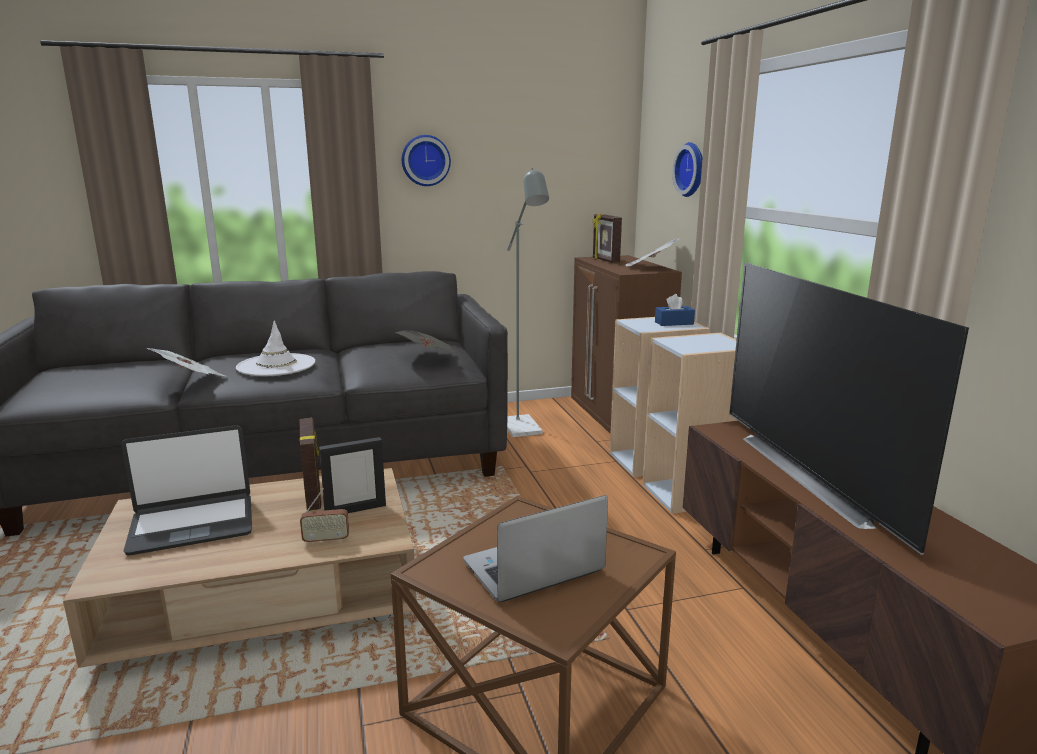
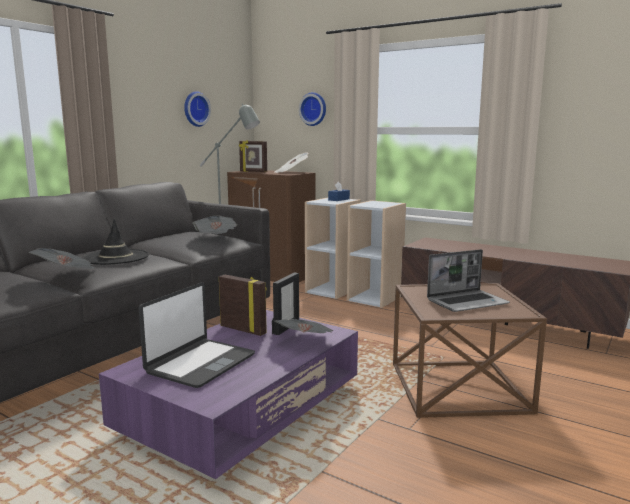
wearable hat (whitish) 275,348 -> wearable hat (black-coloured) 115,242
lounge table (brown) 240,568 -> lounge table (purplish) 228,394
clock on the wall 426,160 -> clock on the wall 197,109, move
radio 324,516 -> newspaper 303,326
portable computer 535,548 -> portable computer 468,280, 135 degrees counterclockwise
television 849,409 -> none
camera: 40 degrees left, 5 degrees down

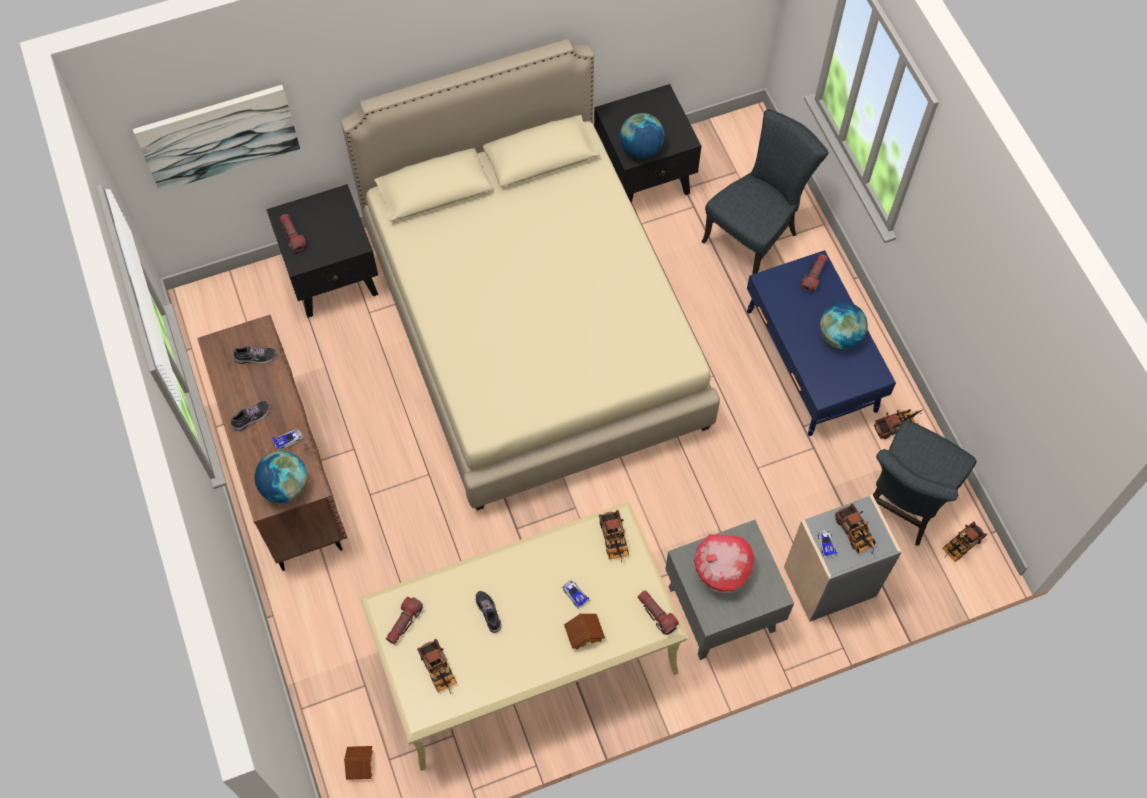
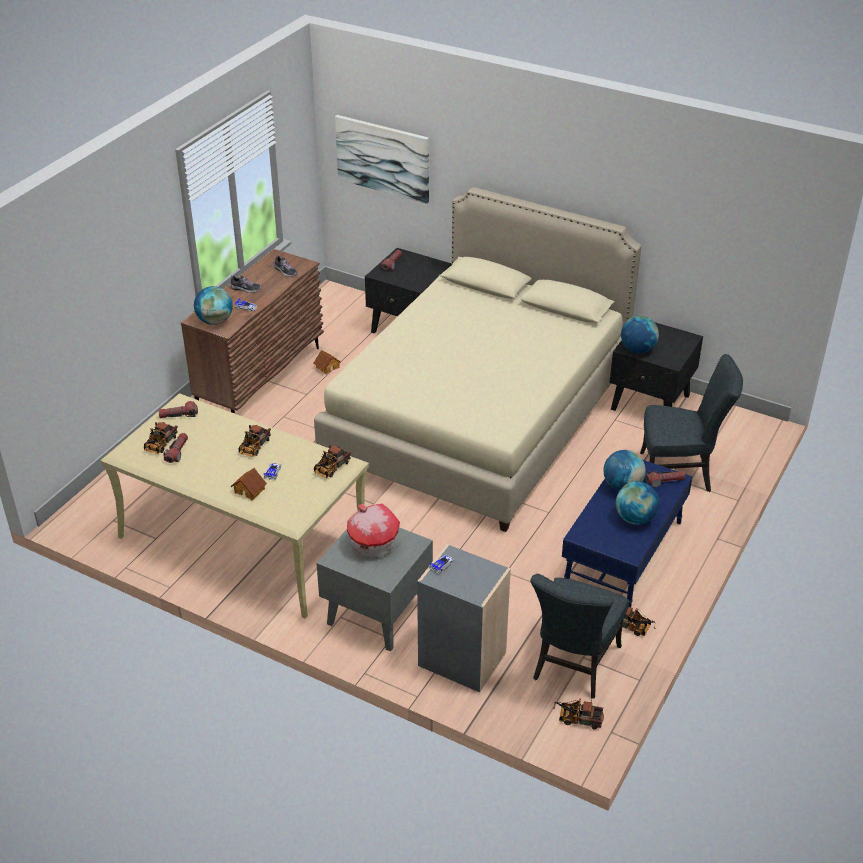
flashlight 658,612 -> flashlight 175,448, move
model truck 855,528 -> model truck 255,441, move
toy house 358,763 -> toy house 327,362, move
plain chair (greyish) 925,482 -> plain chair (greyish) 579,636, 60 degrees counterclockwise
none -> world globe 624,470
shoe 489,612 -> none
camera: 50 degrees right, 25 degrees down

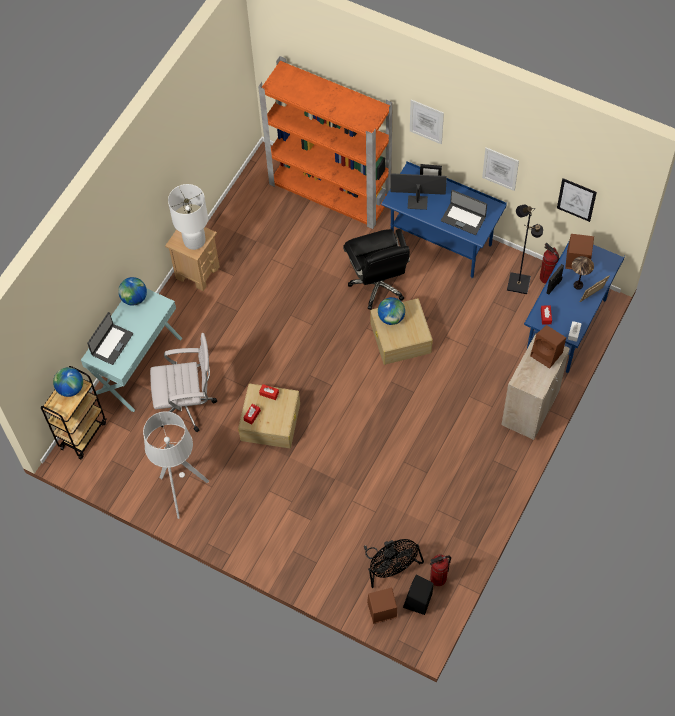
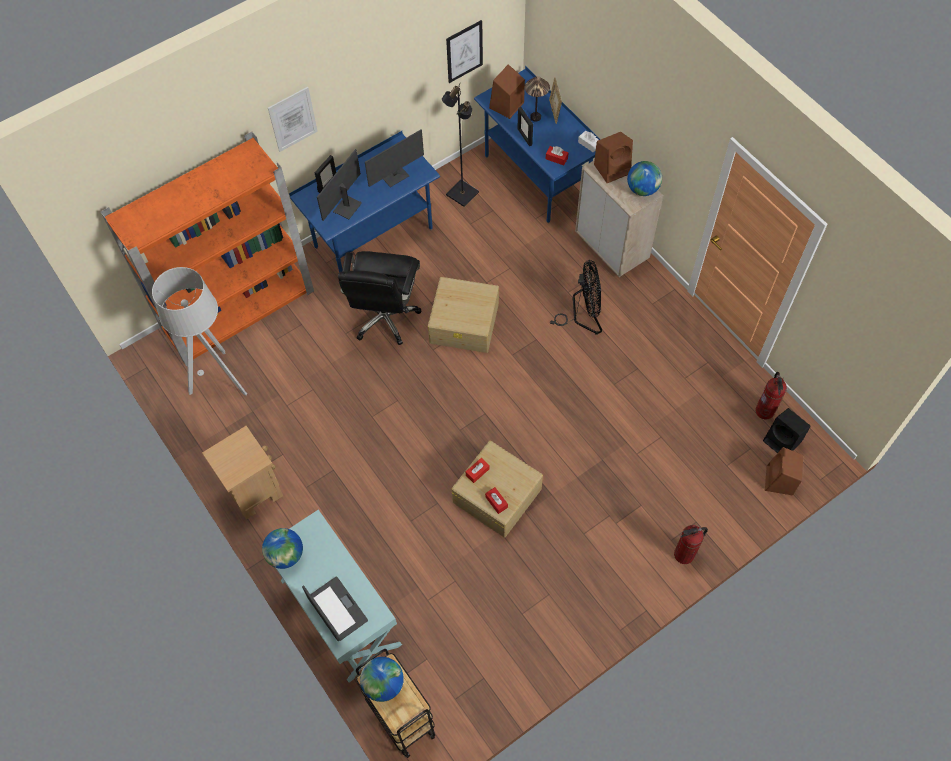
standing lamp (greyish) 176,465 -> standing lamp (greyish) 199,331, move
office chair (black-coloured) 376,269 -> office chair (black-coloured) 380,298, 90 degrees clockwise
portable computer 464,212 -> computer display 394,158
electric fan (black-coloured) 394,563 -> electric fan (black-coloured) 575,297, move
world globe 391,311 -> world globe 644,178, move
fire extinguisher 549,263 -> fire extinguisher 691,544, move
office chair (whitish) 183,382 -> none
tabletop lamp (whitish) 188,217 -> none
picture 500,169 -> none
camera: 65 degrees left, 0 degrees up

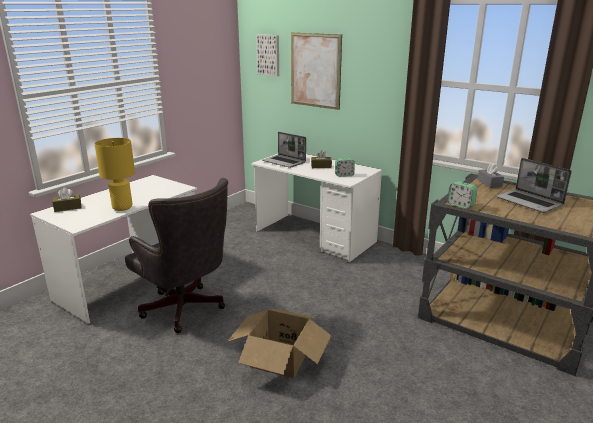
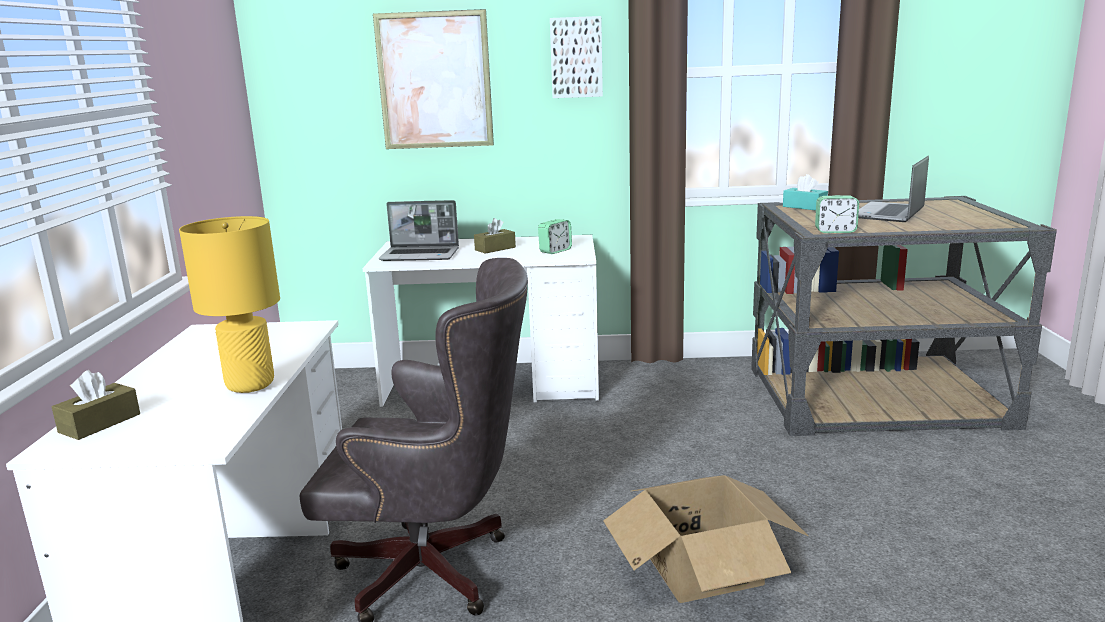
picture 267,55 -> picture 576,57, move
tissue holder (greyish) 490,175 -> tissue holder (turquoise) 805,192
portable computer 534,185 -> portable computer 893,189, 105 degrees clockwise
camera: 35 degrees left, 5 degrees down

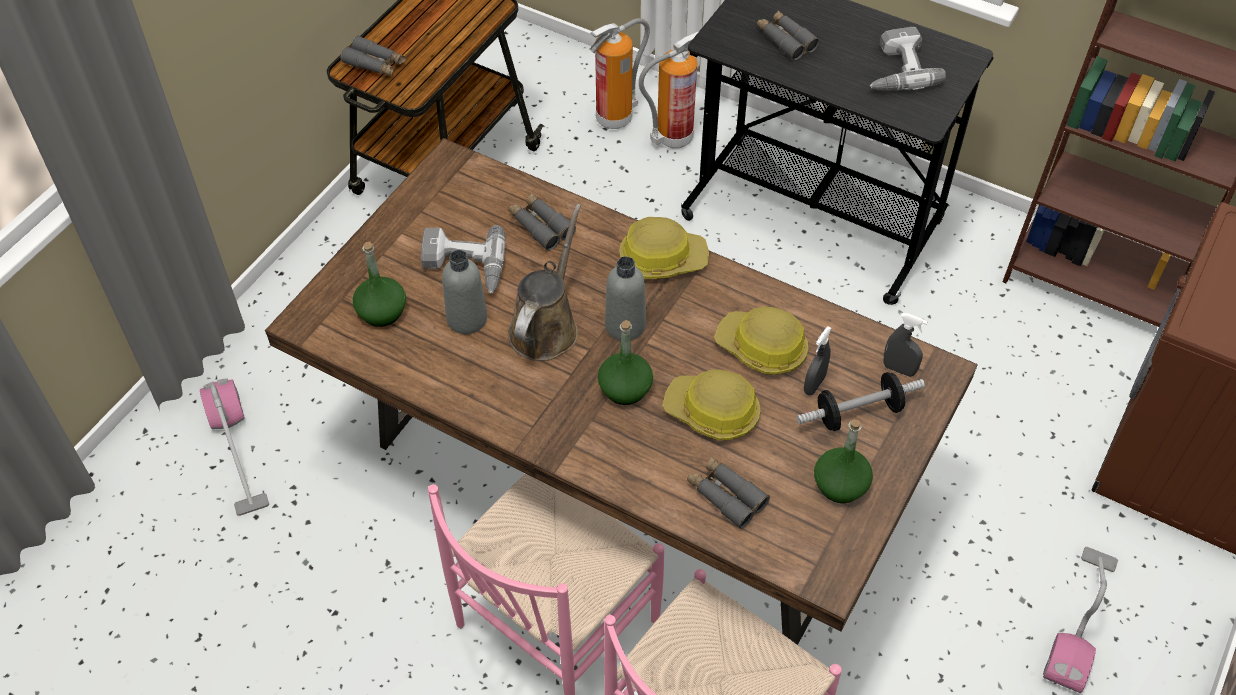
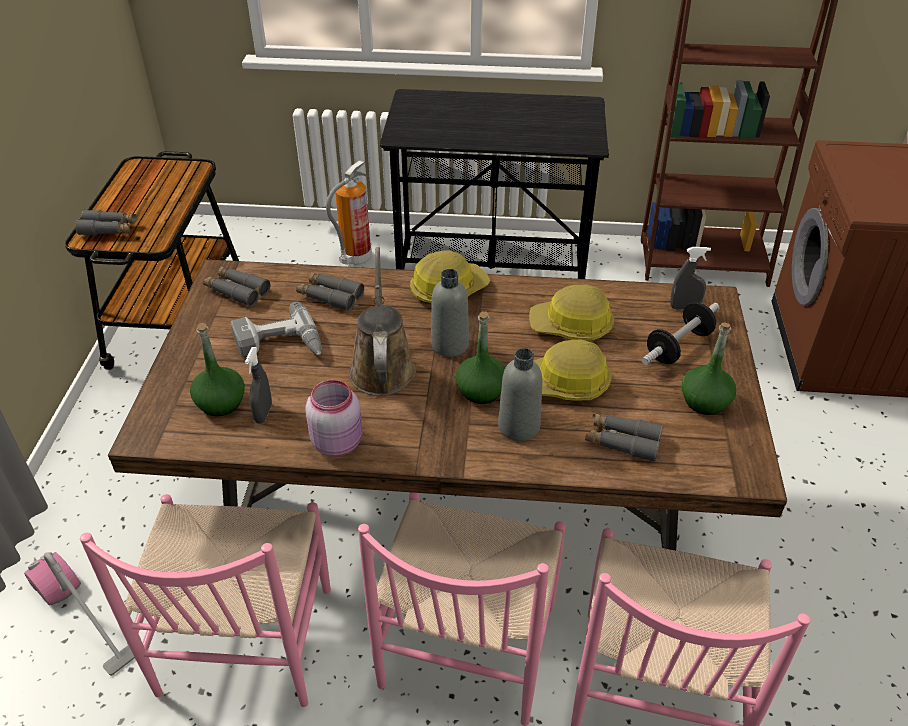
none -> plain chair (pink-coloured) 205,600
pair of binoculars (greyish) 788,35 -> pair of binoculars (greyish) 236,286, move
hand sprayer (greyish) 818,361 -> hand sprayer (greyish) 258,385, move
none -> jar (pink-coloured) 334,418
drink bottle (greyish) 464,292 -> drink bottle (greyish) 520,394, move
fire extinguisher 620,73 -> none
electric drill 907,58 -> none
hoover 1080,620 -> none
camera: 25 degrees left, 10 degrees down

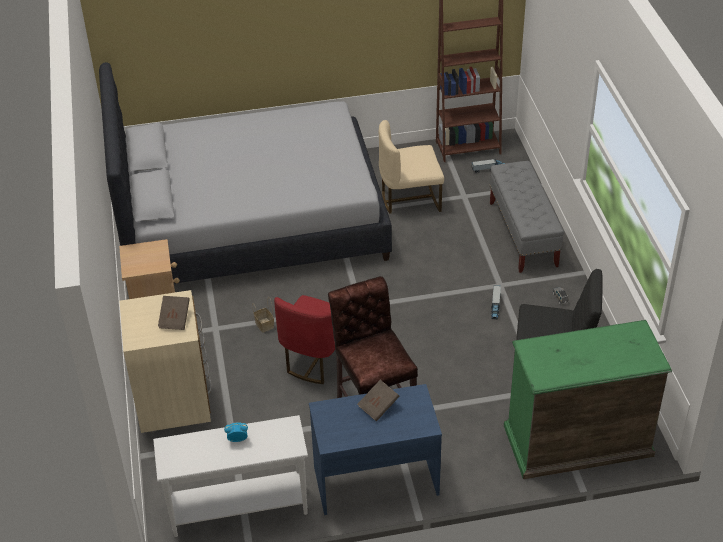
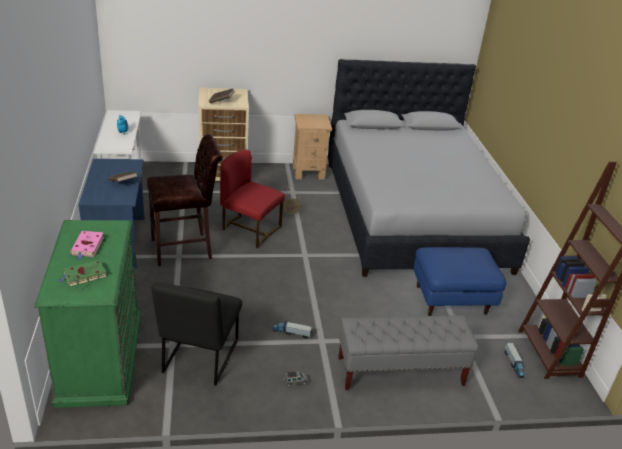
none -> book (green-coloured) 82,273
none -> book (pink-coloured) 87,245
plain chair (beige-coloured) 411,167 -> pouffe (bluish) 460,281
camera: 90 degrees right, 10 degrees down

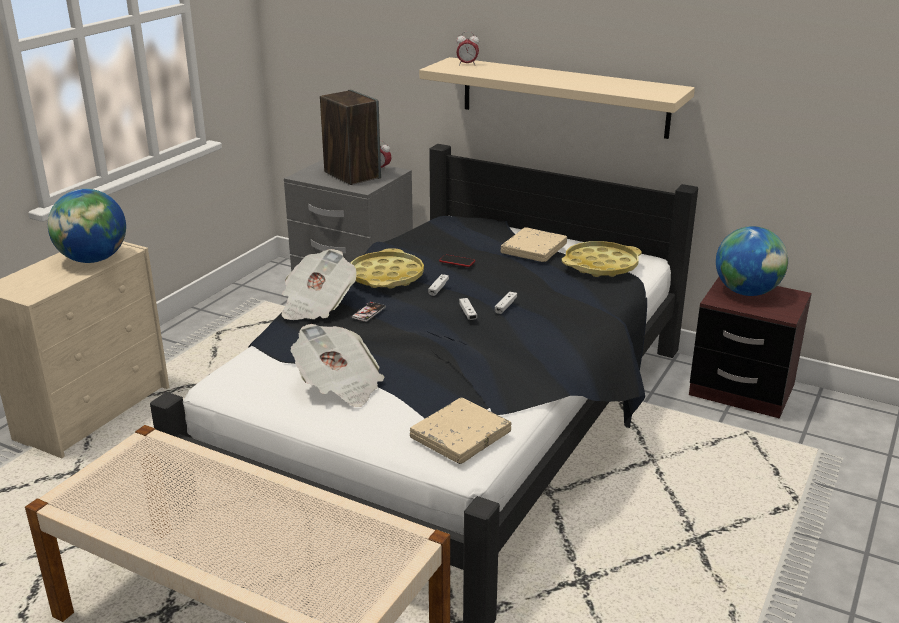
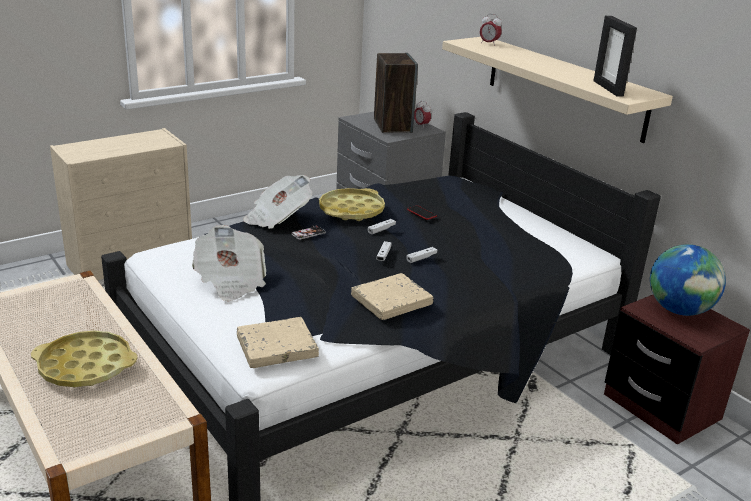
tray (yellow-coloured) 602,259 -> tray (yellow-coloured) 84,359, move
book (beige-coloured) 534,244 -> book (beige-coloured) 392,296, move
none -> picture frame 615,56
world globe 87,226 -> none
camera: 25 degrees right, 0 degrees up

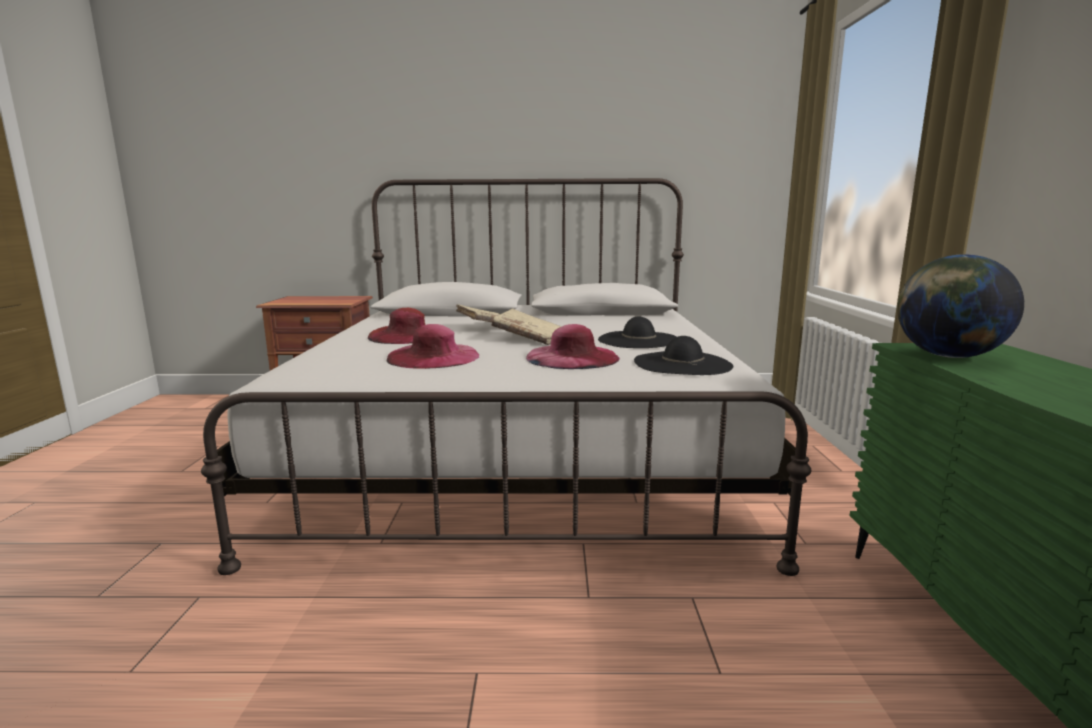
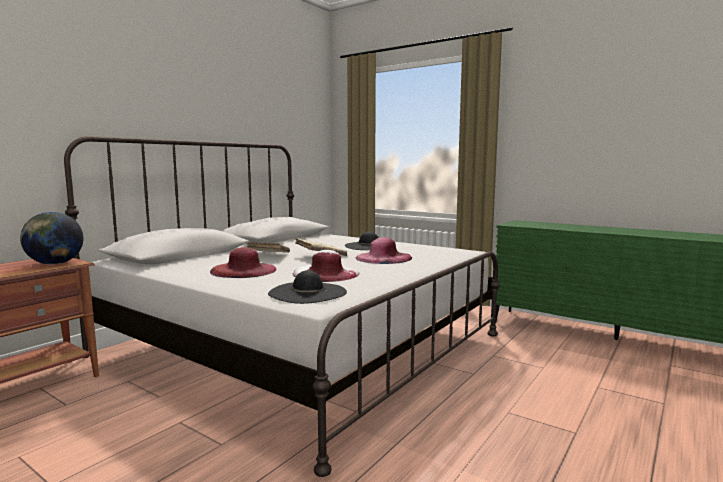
world globe 960,306 -> world globe 51,238, move
wearable hat (black-coloured) 683,355 -> wearable hat (black-coloured) 307,287, move
wearable hat (pink-coloured) 432,346 -> wearable hat (whitish) 326,266
camera: 55 degrees left, 5 degrees down

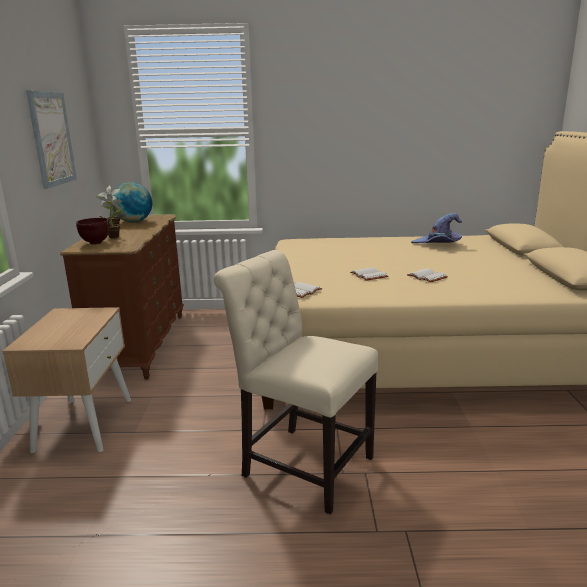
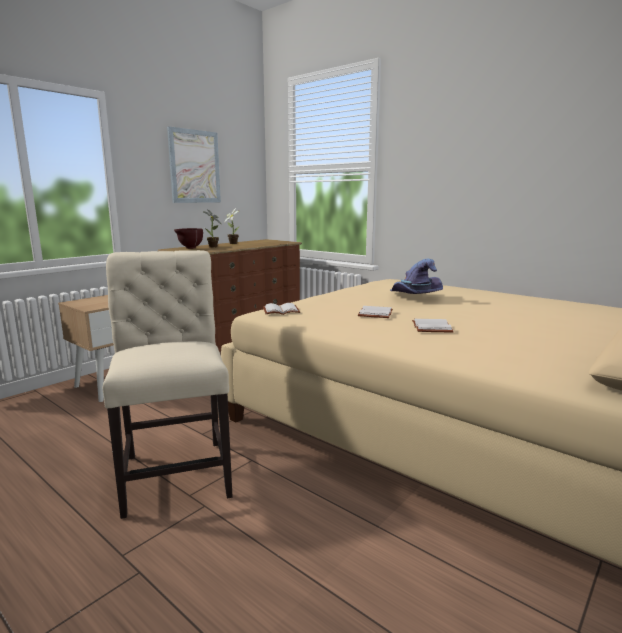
wearable hat (purplish) 436,228 -> wearable hat (purplish) 416,276, move
world globe 132,202 -> none
camera: 40 degrees right, 5 degrees down

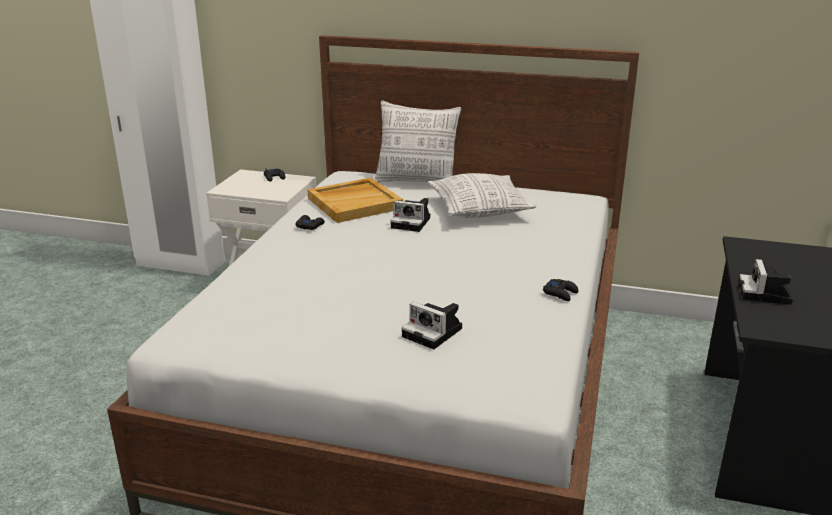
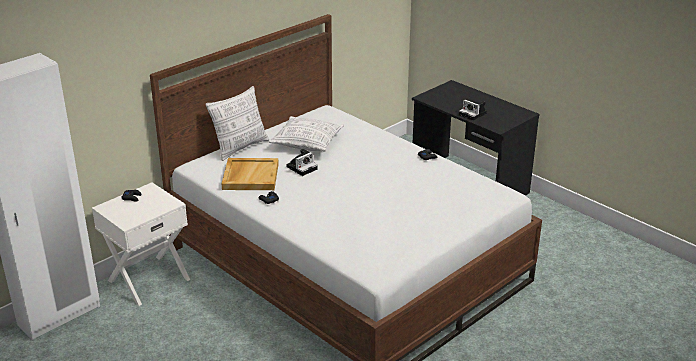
still camera 432,325 -> none
camera: 60 degrees left, 5 degrees up

